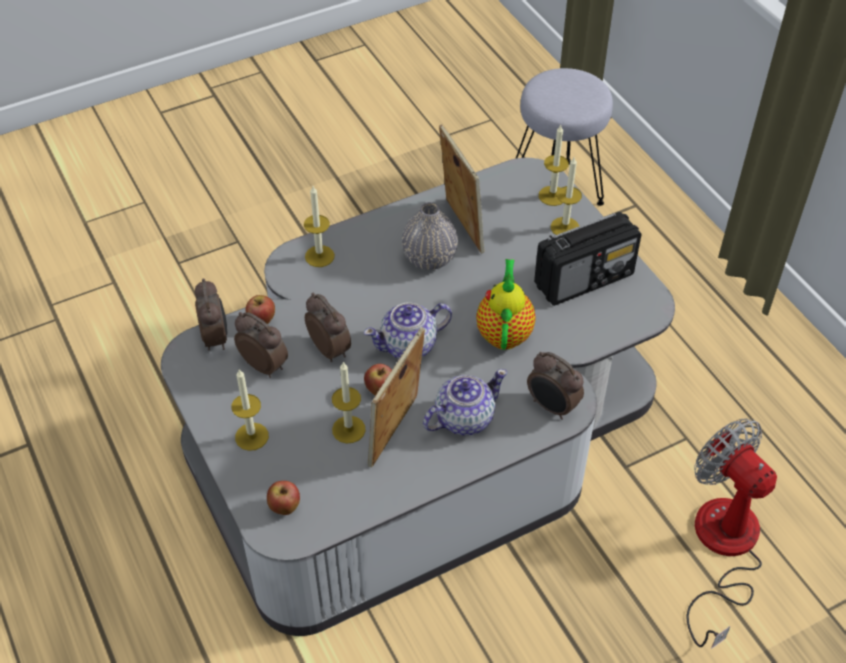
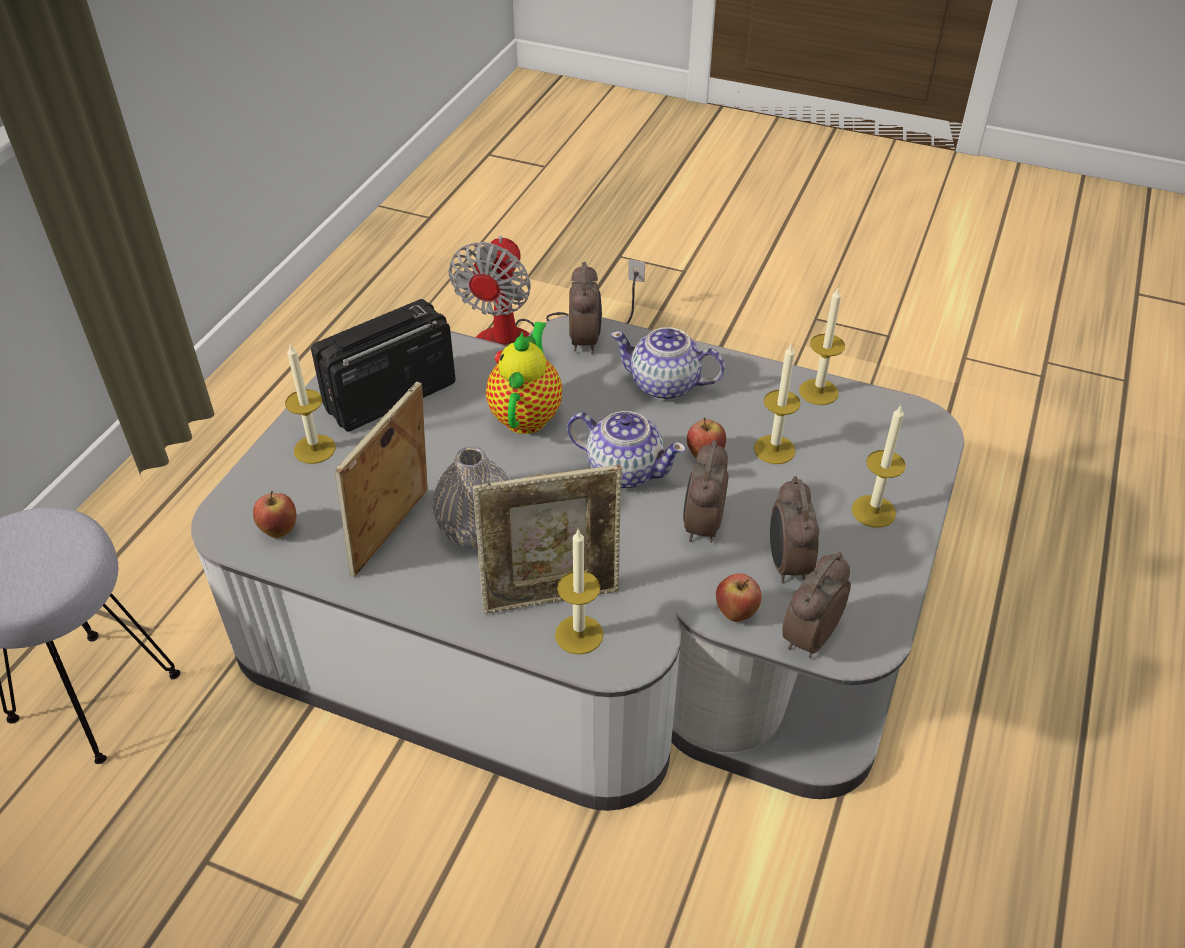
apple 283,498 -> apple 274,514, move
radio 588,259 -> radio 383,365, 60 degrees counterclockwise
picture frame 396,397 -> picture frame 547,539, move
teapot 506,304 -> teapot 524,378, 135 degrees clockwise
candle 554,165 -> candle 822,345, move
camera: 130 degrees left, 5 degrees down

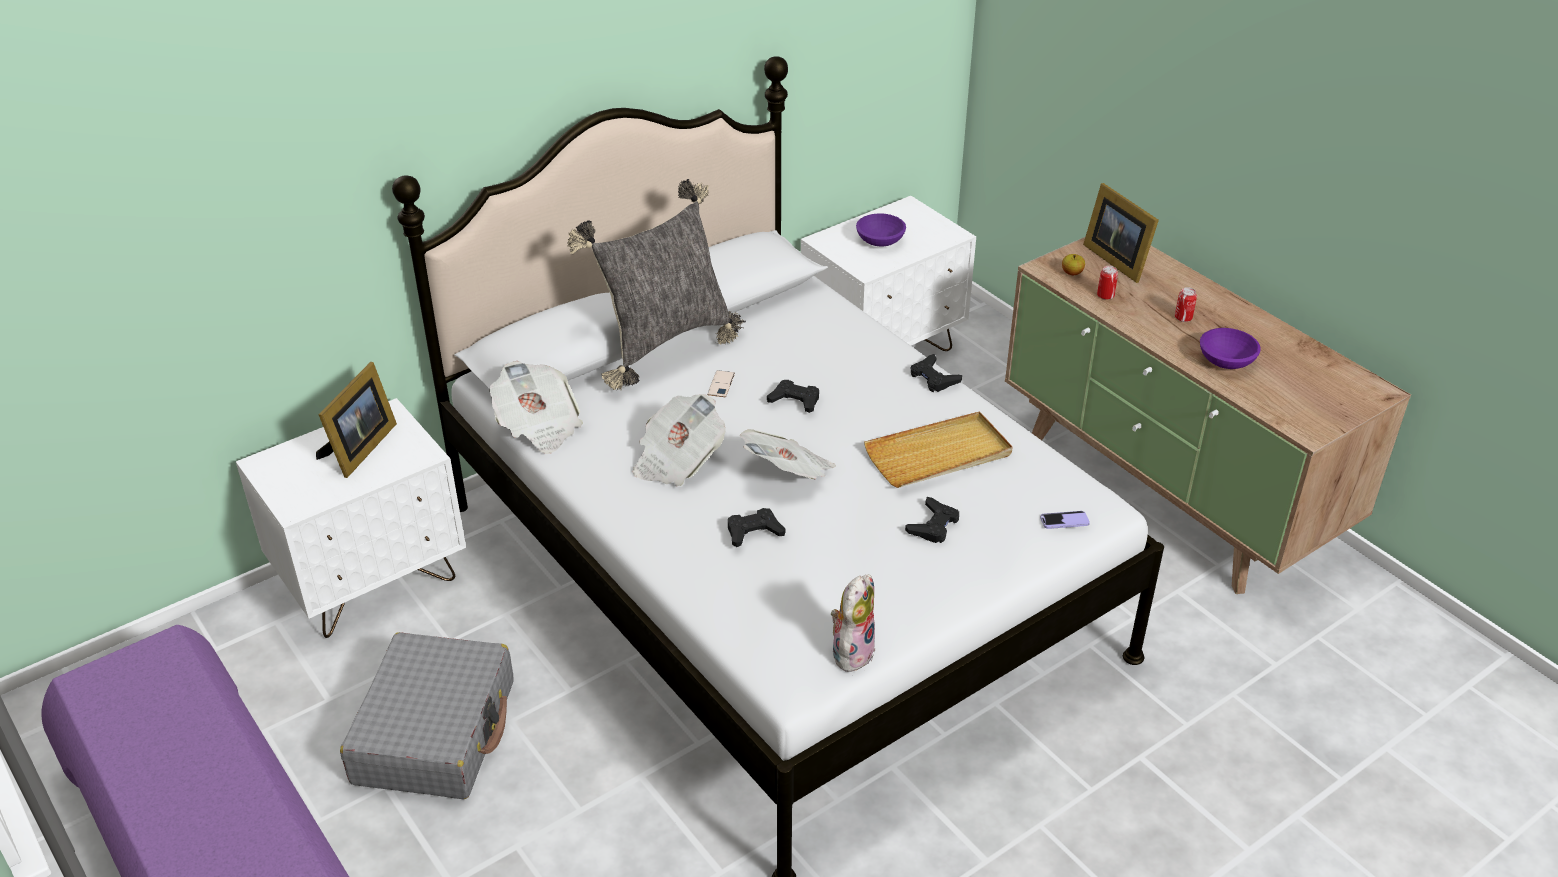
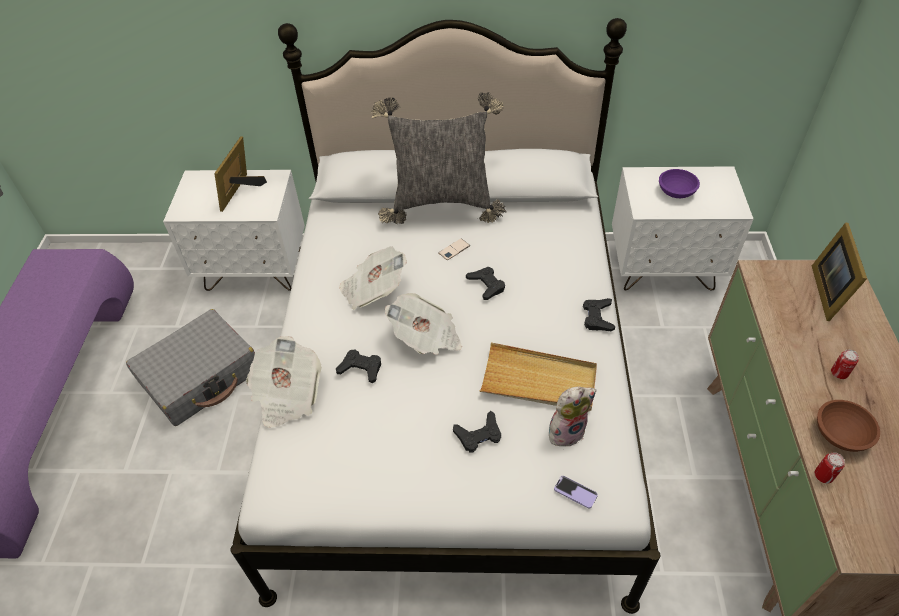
picture frame 356,420 -> picture frame 240,174, 135 degrees clockwise
newspaper 536,407 -> newspaper 284,382, move
plush toy 853,623 -> plush toy 572,416, move
can 1107,283 -> can 830,468, move
serving bowl (purplish) 1230,348 -> serving bowl (brown) 848,426
apple 1073,264 -> none
camera: 40 degrees right, 10 degrees up

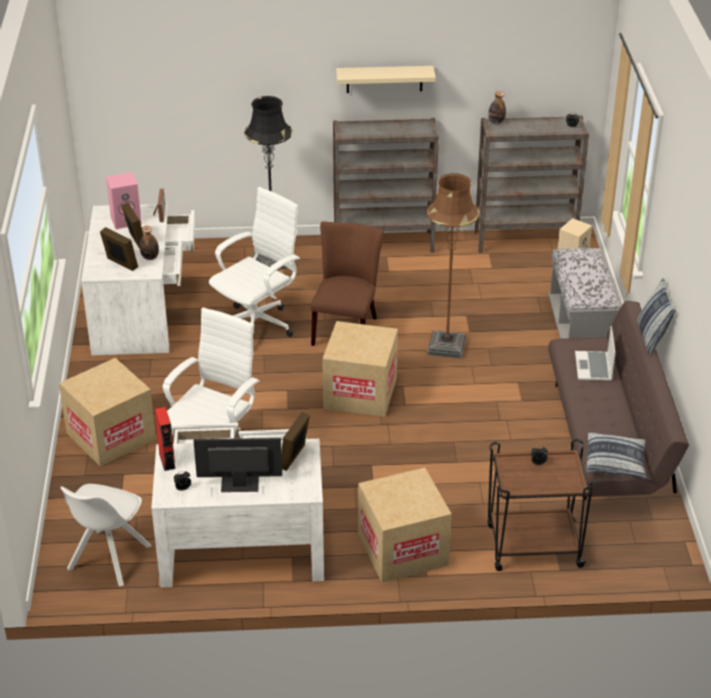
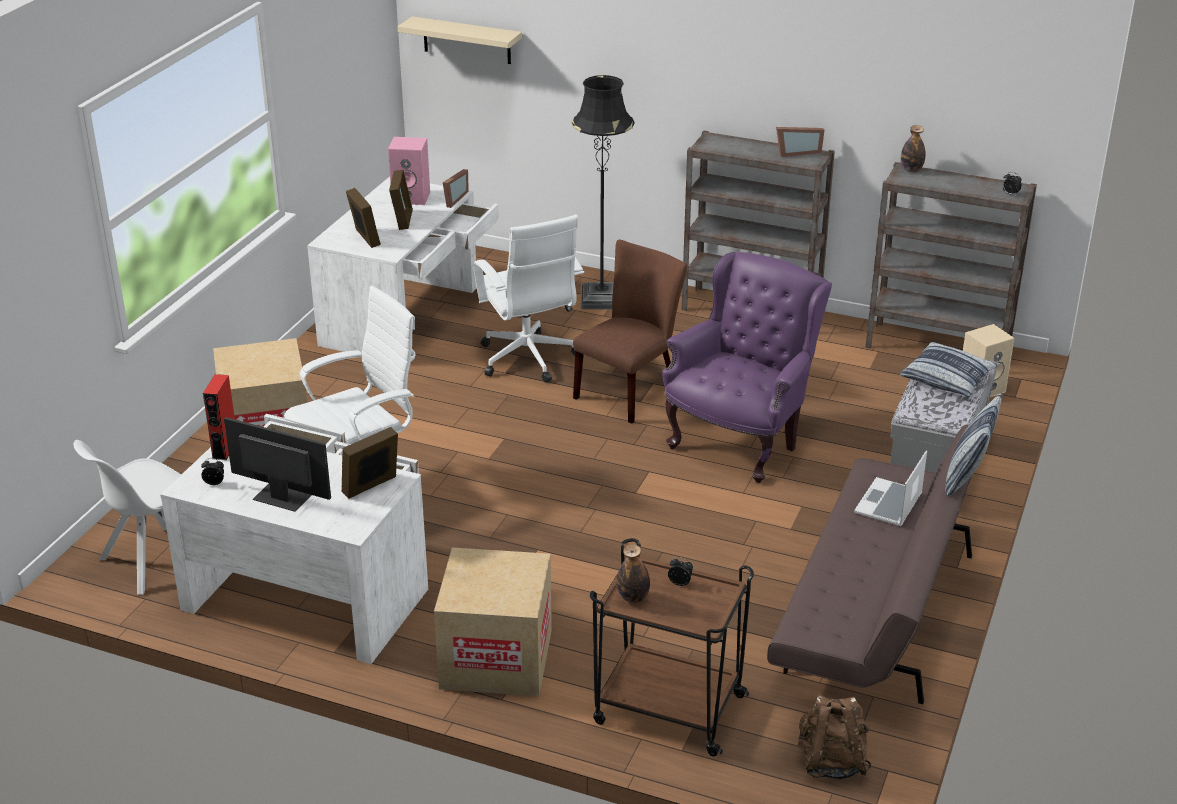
bracket shelf (beige-coloured) 386,79 -> bracket shelf (beige-coloured) 459,40, move
office chair (whitish) 254,262 -> office chair (whitish) 528,299, 90 degrees clockwise
drink bottle 149,243 -> drink bottle 633,573, move
standing lamp (brown) 453,266 -> lounge chair (purplish) 747,367
none -> picture frame 800,142
none -> rucksack (brown) 835,736
throw pillow 616,455 -> throw pillow 949,369, move
cardboard box 360,369 -> none
camera: 25 degrees right, 5 degrees down

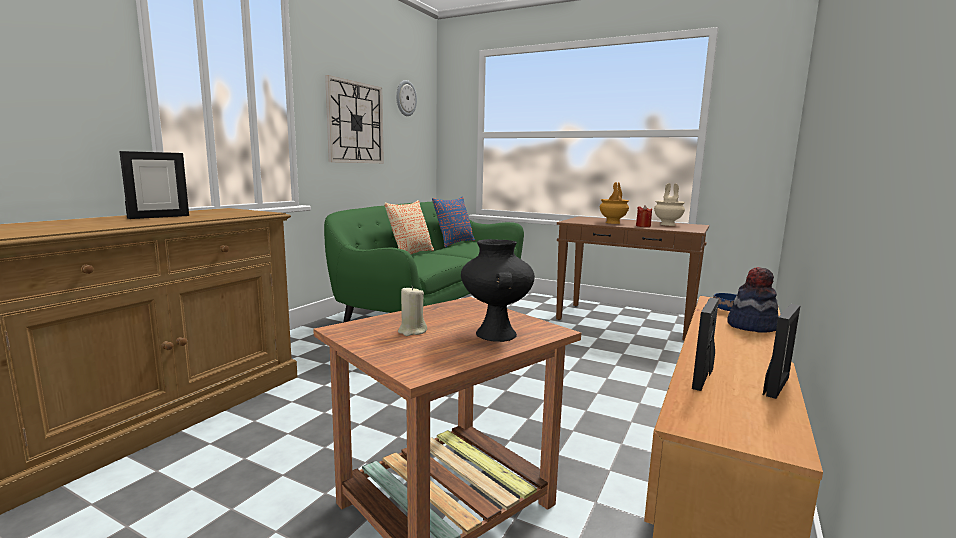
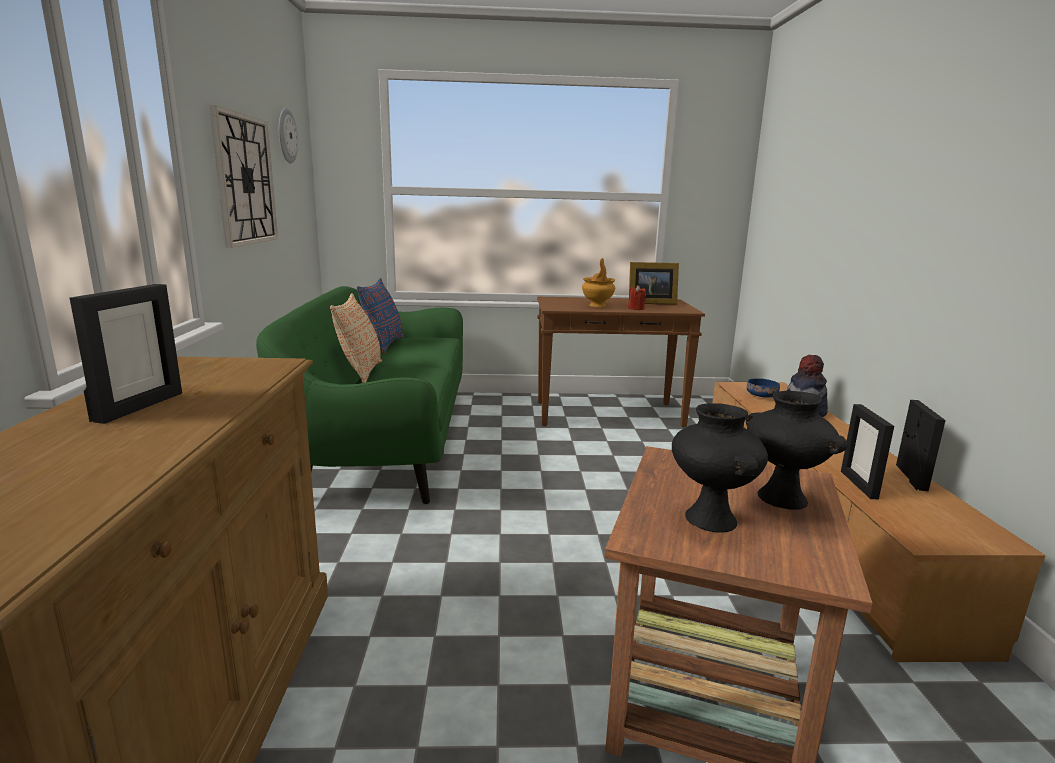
flower vase (beige-coloured) 669,204 -> picture frame 654,283
candle (beige-coloured) 412,311 -> flower vase (black-coloured) 720,468
camera: 30 degrees left, 5 degrees up

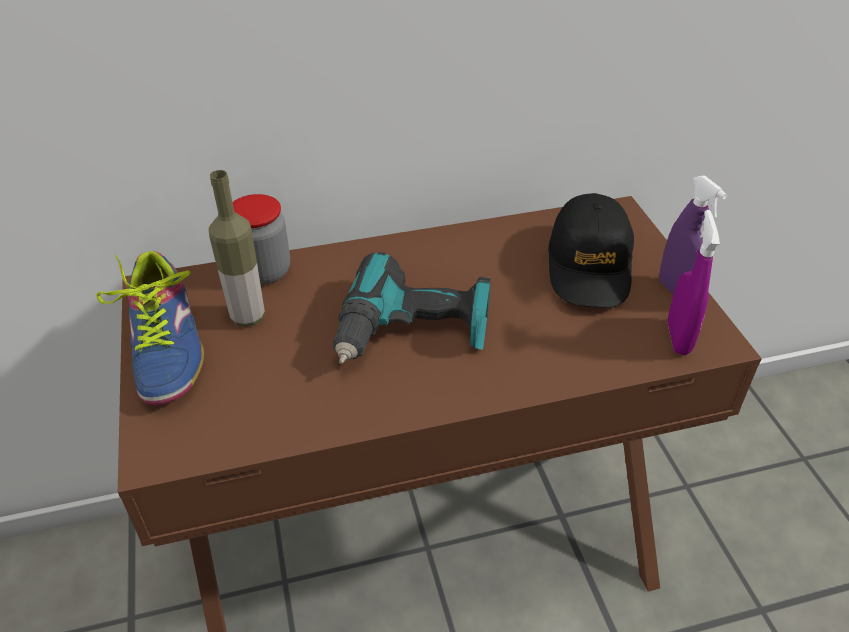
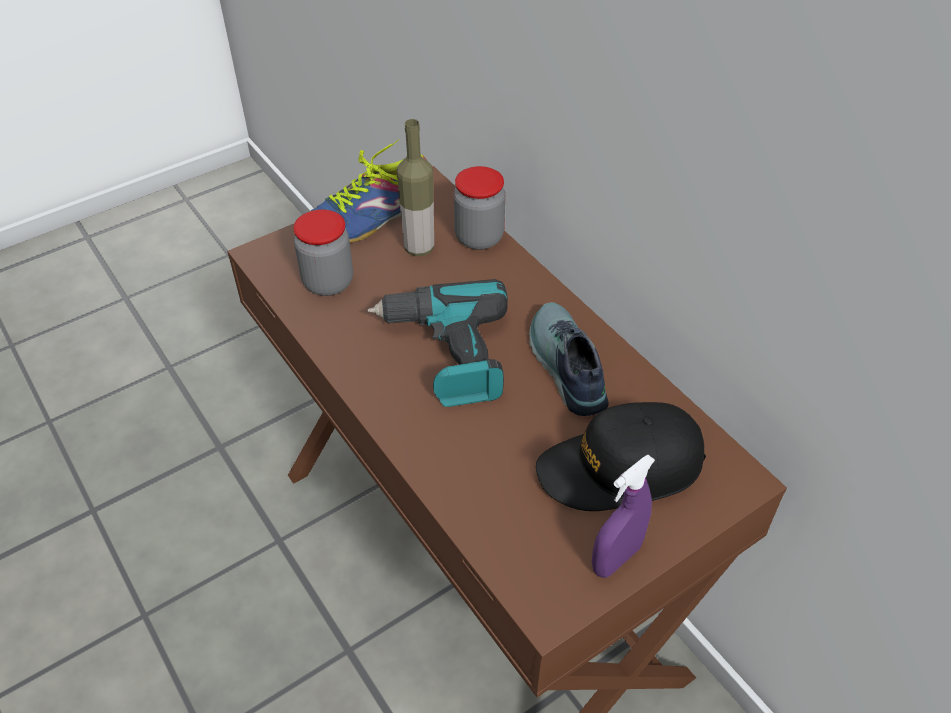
none -> jar 323,252
none -> shoe 569,359
hand sprayer (purplish) 694,282 -> none
camera: 70 degrees right, 5 degrees up

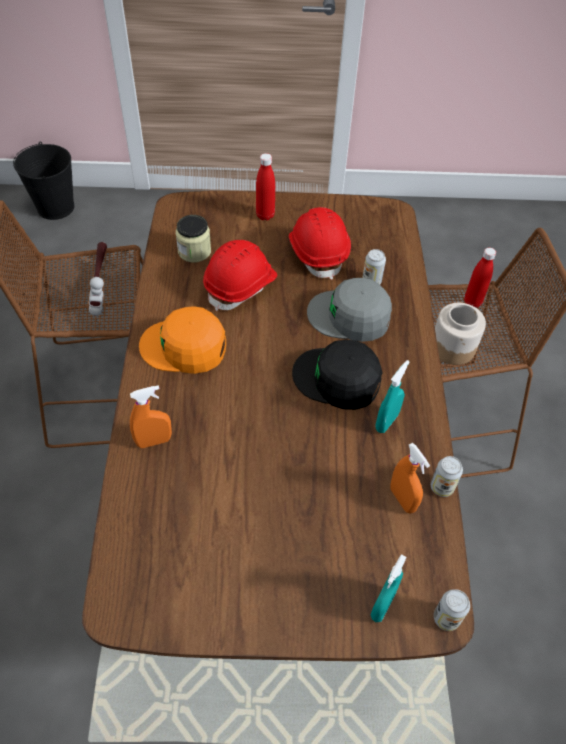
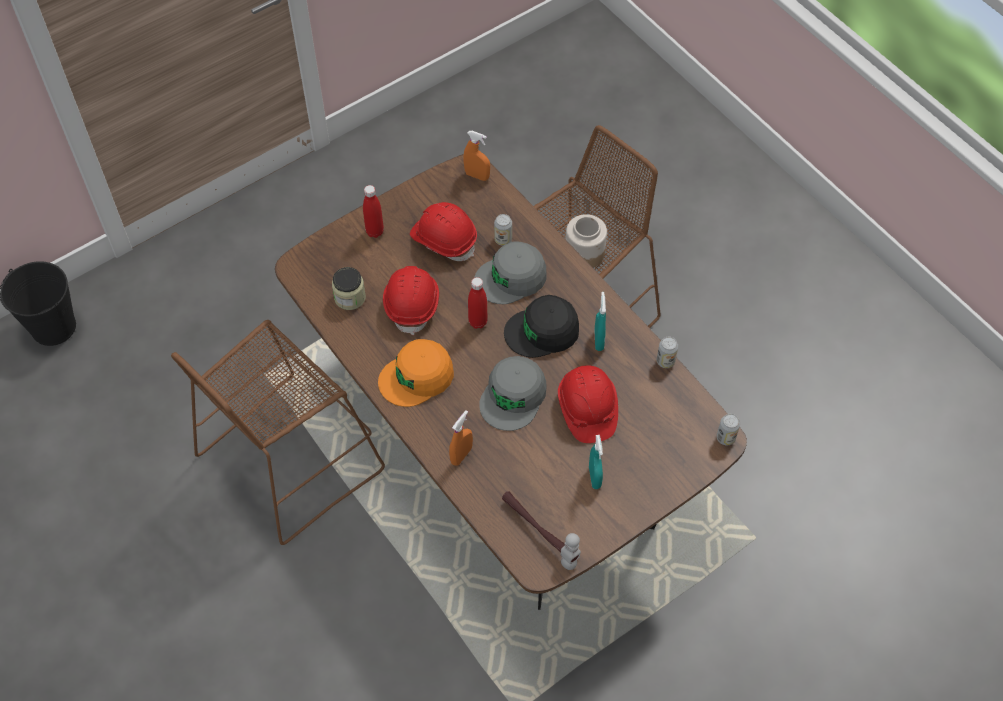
hand sprayer (orange-coloured) 410,478 -> hand sprayer (orange-coloured) 476,156, move
drink bottle (red-coloured) 480,278 -> drink bottle (red-coloured) 478,303, move
none -> baseball cap (greyish) 512,393
hammer 98,279 -> hammer 541,530, move
none -> safety helmet (red-coloured) 588,404
hand sprayer (turquoise) 389,588 -> hand sprayer (turquoise) 596,462, move
camera: 35 degrees left, 5 degrees up

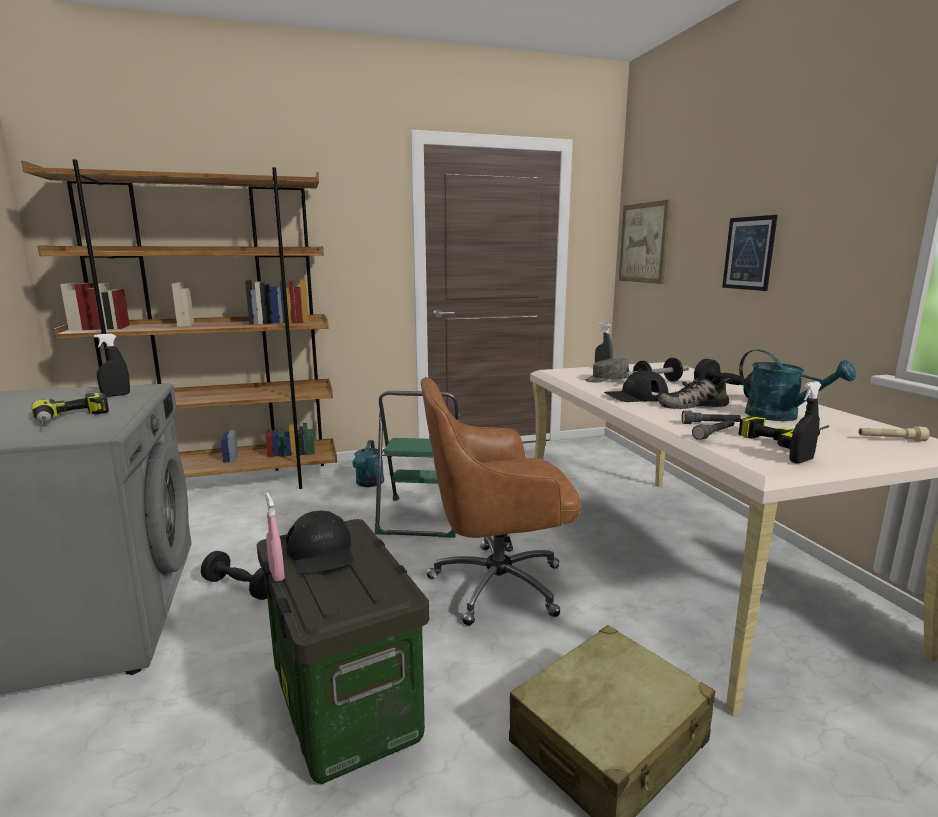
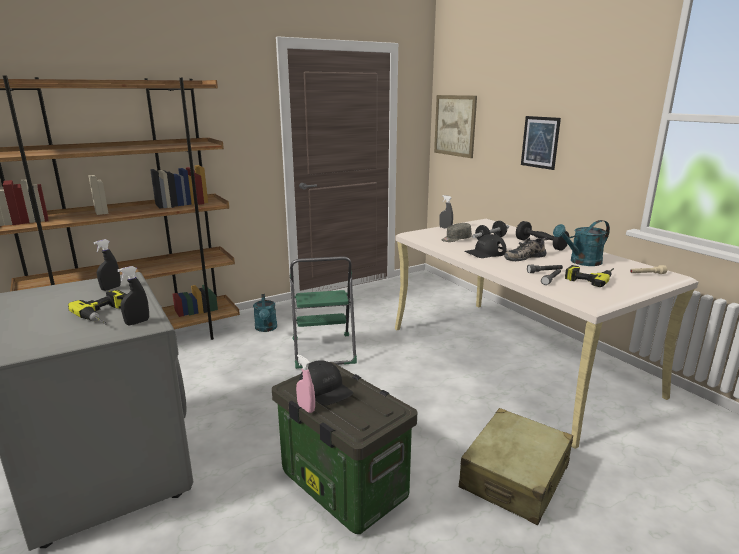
hand sprayer (black-coloured) 805,422 -> hand sprayer (black-coloured) 133,295, move
watering can (turquoise) 797,385 -> watering can (turquoise) 581,243, 120 degrees clockwise
dumbbell (black-coloured) 234,575 -> none
office chair (brown) 501,501 -> none
camera: 15 degrees left, 5 degrees up

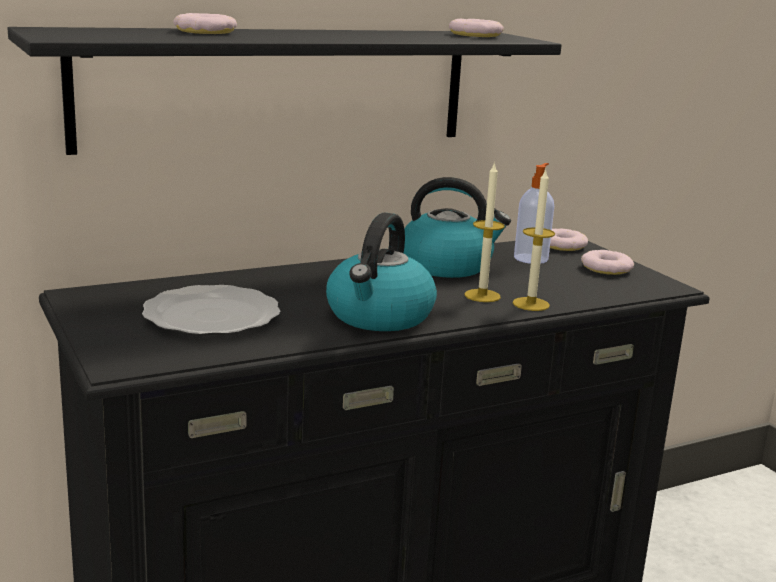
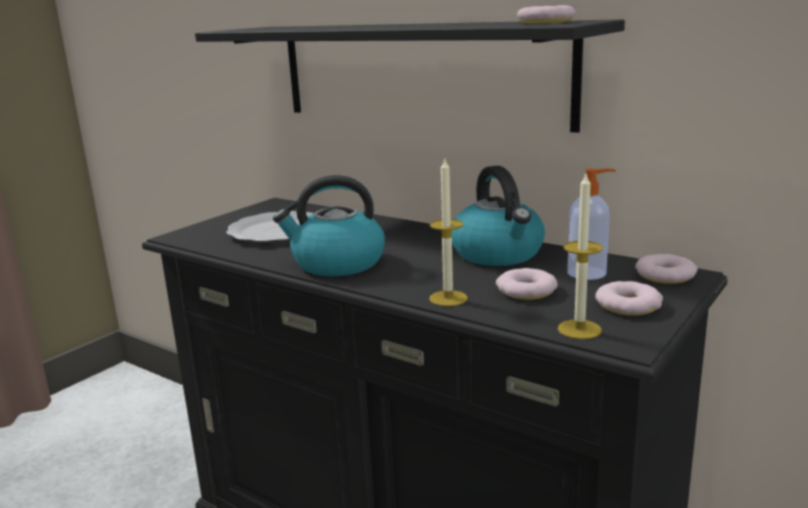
donut 205,23 -> donut 527,284, move
candle 484,232 -> candle 580,256, move
camera: 65 degrees right, 0 degrees up

